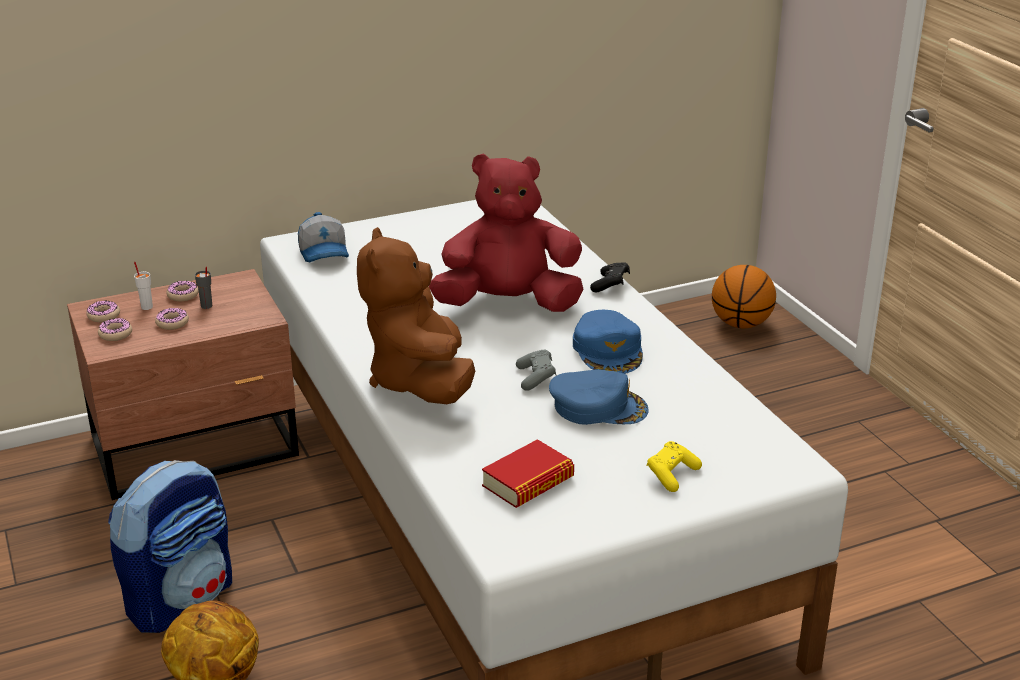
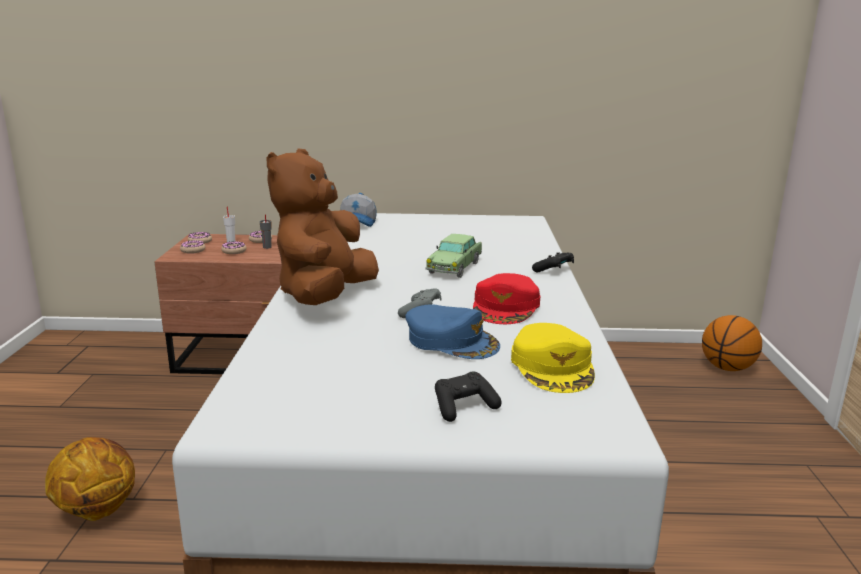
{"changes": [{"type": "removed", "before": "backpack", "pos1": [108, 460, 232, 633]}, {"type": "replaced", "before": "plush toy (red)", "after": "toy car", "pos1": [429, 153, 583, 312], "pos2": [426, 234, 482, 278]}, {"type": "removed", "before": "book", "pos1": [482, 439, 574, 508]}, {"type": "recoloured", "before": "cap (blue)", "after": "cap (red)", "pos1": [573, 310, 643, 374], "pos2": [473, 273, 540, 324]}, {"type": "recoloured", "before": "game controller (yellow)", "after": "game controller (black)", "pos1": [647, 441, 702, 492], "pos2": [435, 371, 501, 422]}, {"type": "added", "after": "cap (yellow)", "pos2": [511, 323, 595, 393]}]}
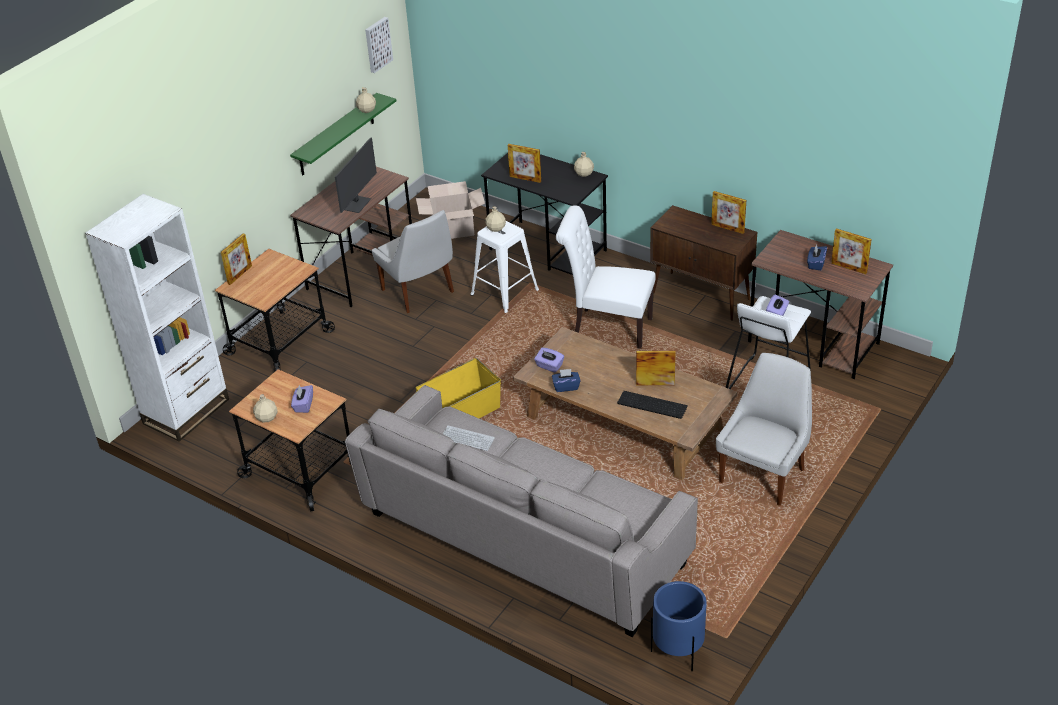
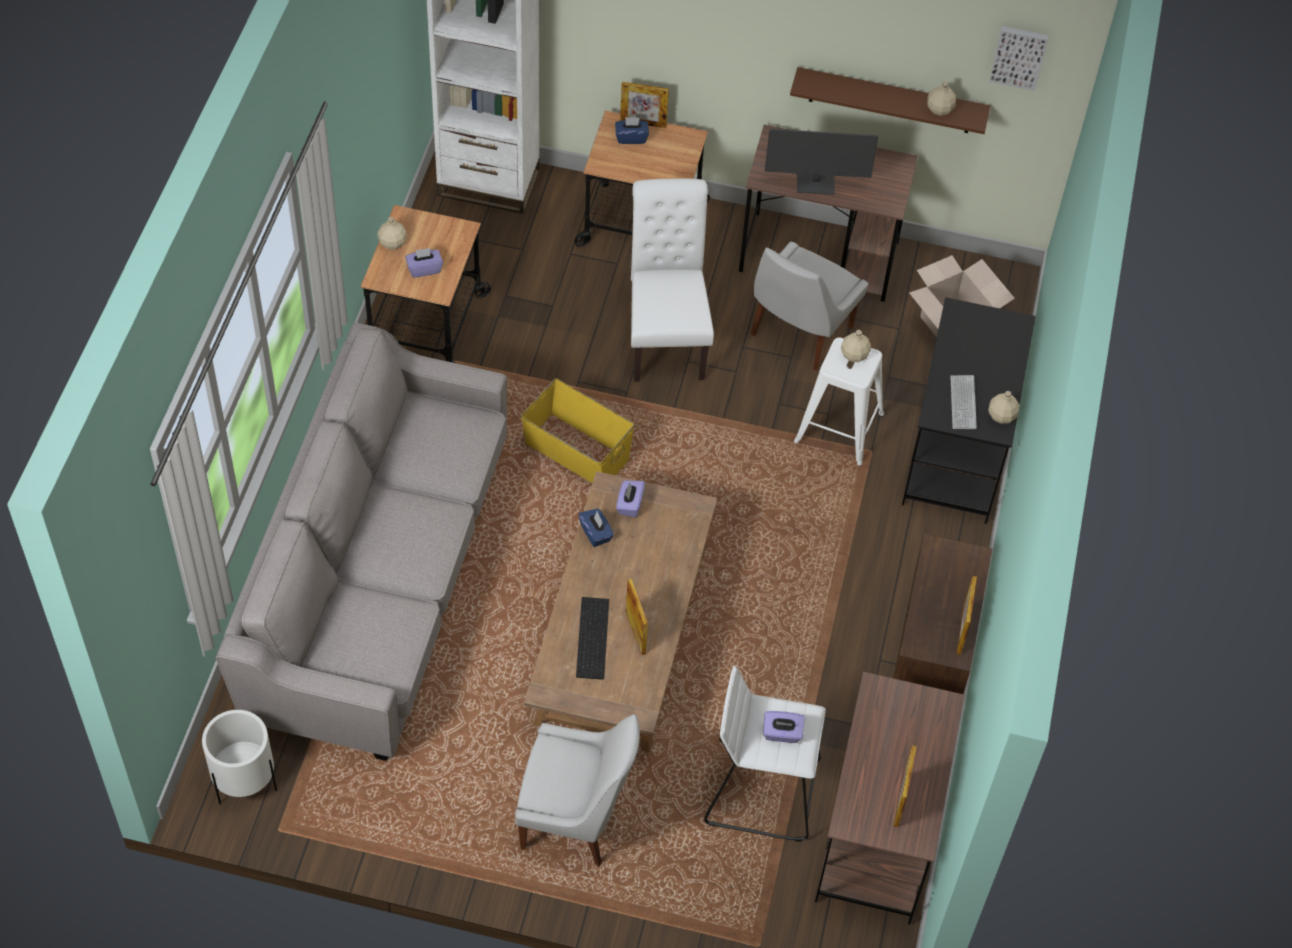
{"changes": [{"type": "recoloured", "before": "shelf (green)", "after": "shelf (brown)", "pos1": [290, 93, 397, 175], "pos2": [790, 67, 990, 134]}, {"type": "moved", "before": "keyboard", "pos1": [443, 425, 495, 451], "pos2": [950, 375, 977, 429]}, {"type": "removed", "before": "picture frame", "pos1": [508, 144, 541, 183]}, {"type": "moved", "before": "chair (white)", "pos1": [556, 205, 656, 349], "pos2": [631, 178, 714, 382]}, {"type": "recoloured", "before": "planter (blue)", "after": "planter (white)", "pos1": [651, 581, 707, 671], "pos2": [202, 710, 277, 805]}, {"type": "moved", "before": "tissue box (blue)", "pos1": [807, 244, 827, 270], "pos2": [615, 117, 649, 144]}]}
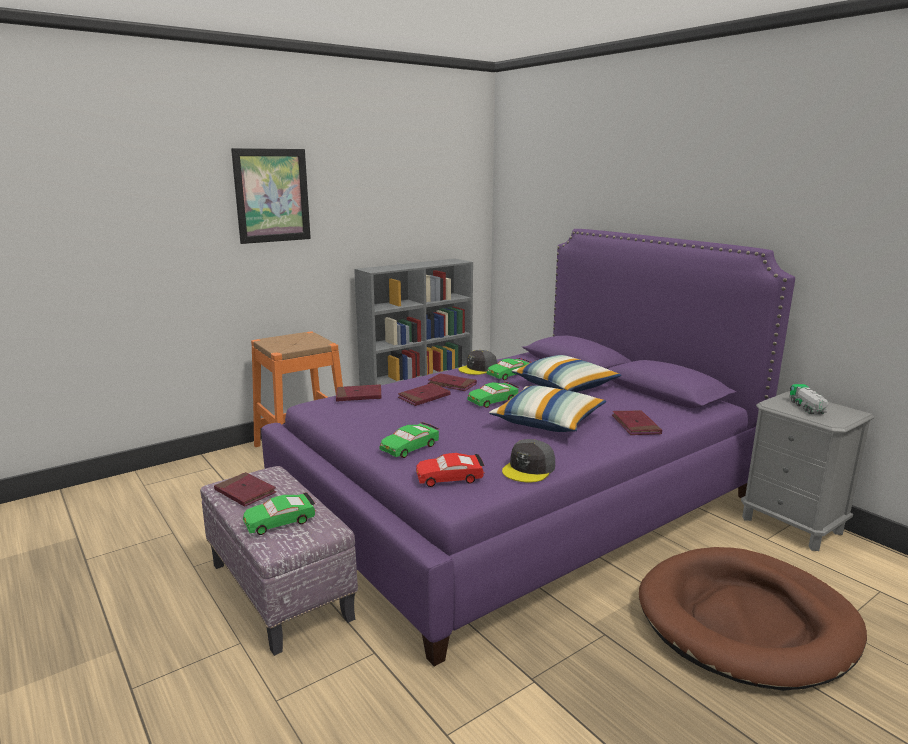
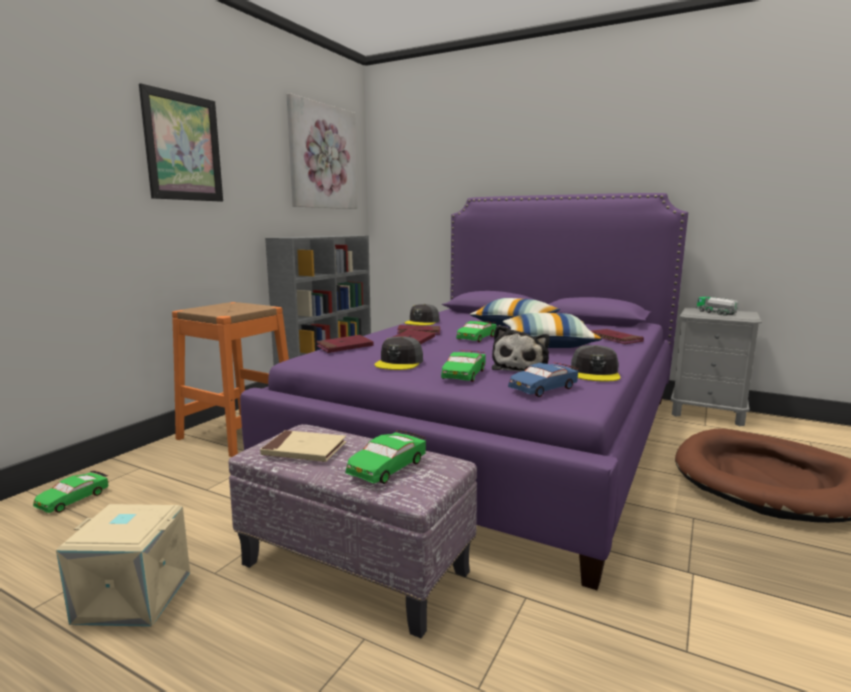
{"changes": [{"type": "recoloured", "before": "book (red)", "after": "book (beige)", "pos1": [214, 472, 277, 507], "pos2": [260, 430, 347, 462]}, {"type": "recoloured", "before": "toy car (red)", "after": "toy car (blue)", "pos1": [416, 453, 485, 487], "pos2": [508, 363, 578, 397]}, {"type": "moved", "before": "toy car (green)", "pos1": [487, 358, 530, 380], "pos2": [33, 471, 108, 513]}, {"type": "added", "after": "storage box (beige)", "pos2": [56, 504, 190, 627]}, {"type": "added", "after": "picture", "pos2": [286, 93, 358, 209]}, {"type": "added", "after": "cap (grey)", "pos2": [374, 336, 423, 370]}, {"type": "added", "after": "plush toy", "pos2": [492, 325, 550, 372]}]}
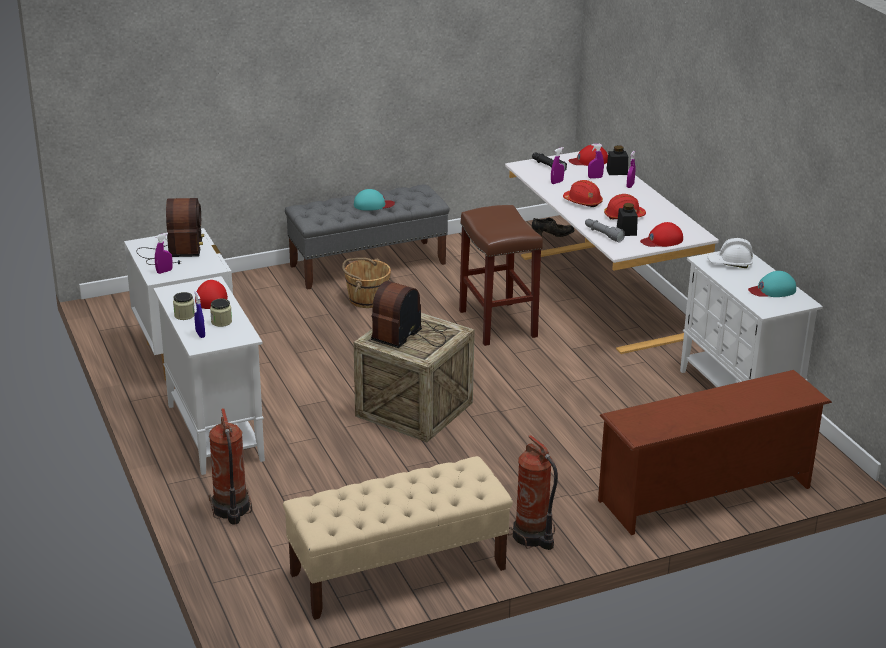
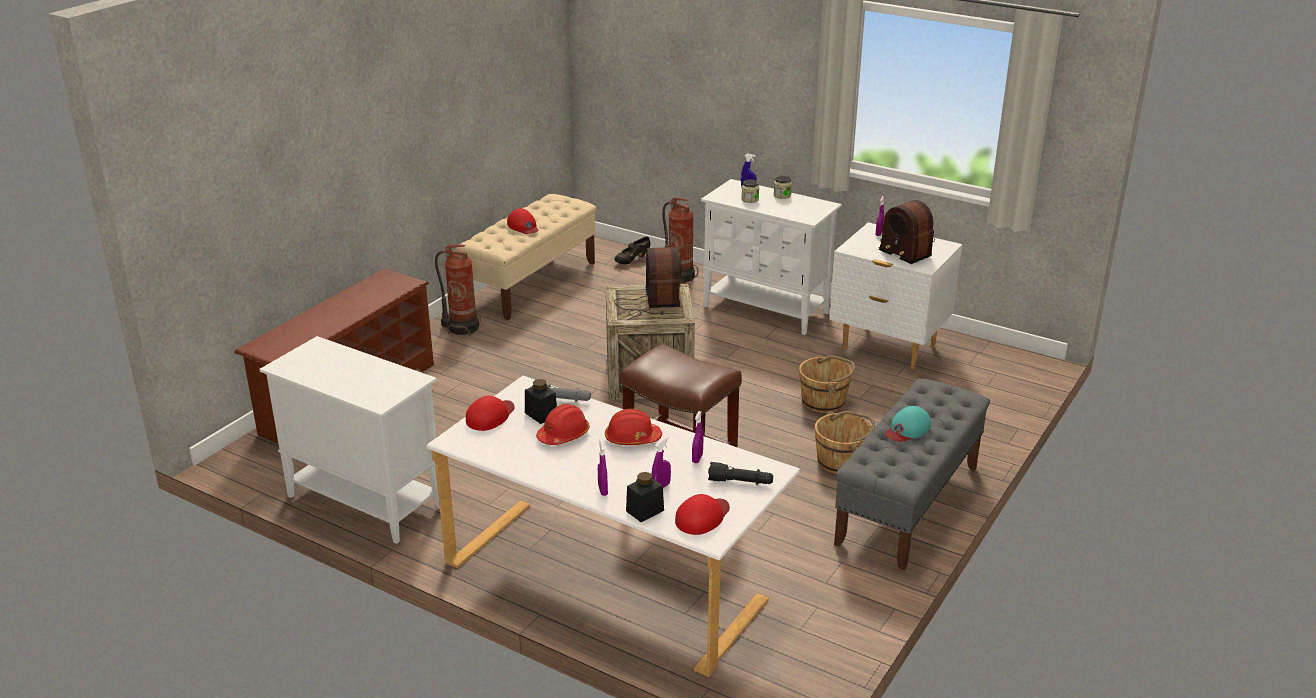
{"changes": [{"type": "moved", "before": "cap (red)", "pos1": [195, 280, 228, 309], "pos2": [507, 208, 539, 234]}, {"type": "moved", "before": "shoe (black)", "pos1": [532, 218, 575, 237], "pos2": [614, 237, 650, 264]}, {"type": "removed", "before": "hard hat (white)", "pos1": [708, 238, 753, 268]}, {"type": "removed", "before": "cap (turquoise)", "pos1": [748, 271, 796, 297]}, {"type": "added", "after": "bucket (brown)", "pos2": [799, 355, 855, 413]}]}
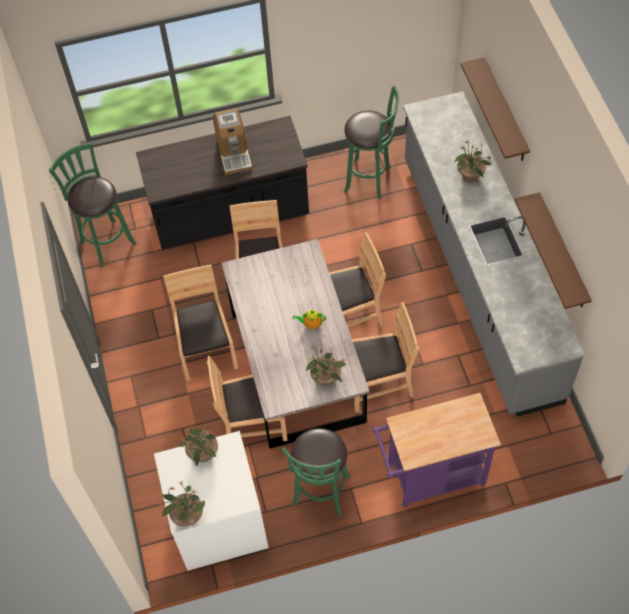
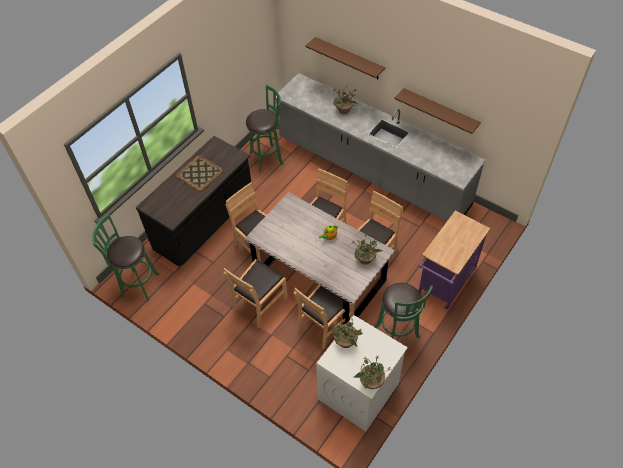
{"changes": [{"type": "turned", "before": "chair (brown)", "pos1": [163, 265, 238, 381], "pos2": [223, 259, 288, 328], "turn": -90}, {"type": "replaced", "before": "coffee machine", "after": "tray", "pos1": [213, 109, 252, 175], "pos2": [176, 155, 223, 191]}]}
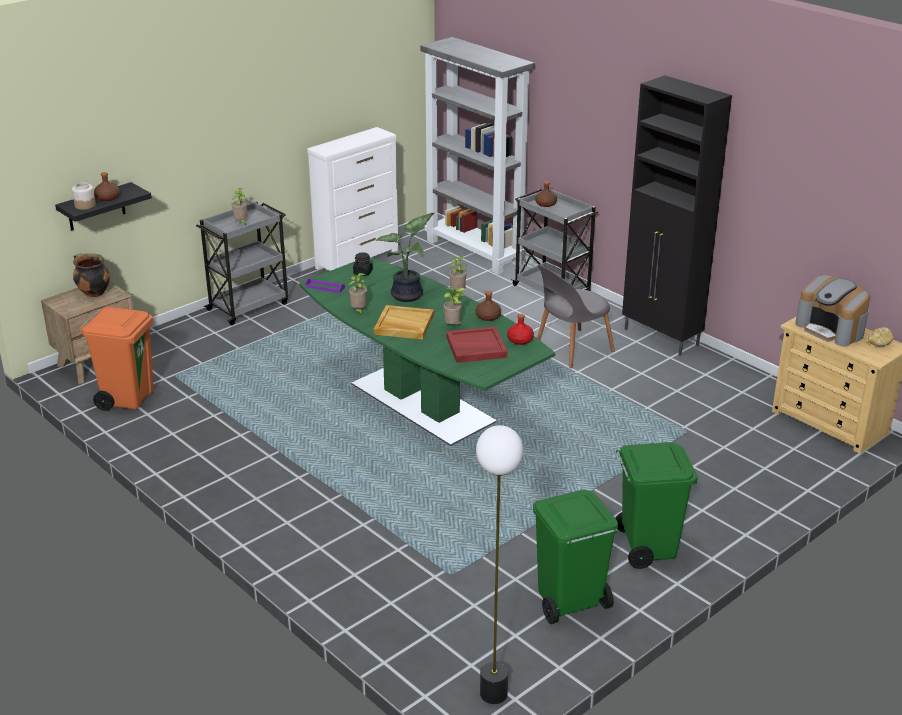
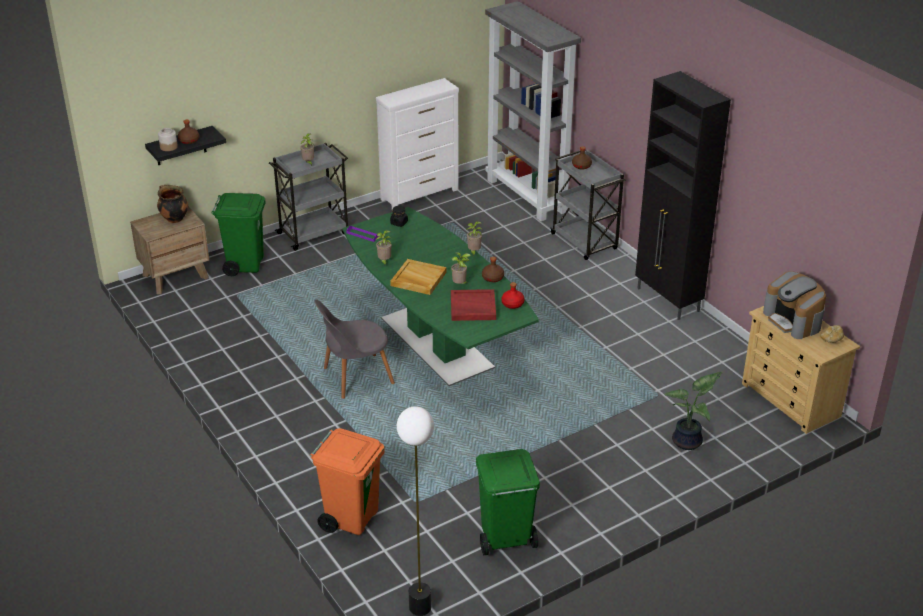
{"changes": [{"type": "moved", "before": "trash can (orange)", "pos1": [79, 307, 154, 411], "pos2": [310, 428, 385, 535]}, {"type": "moved", "before": "potted plant", "pos1": [376, 213, 434, 302], "pos2": [665, 372, 723, 450]}, {"type": "moved", "before": "chair (grey)", "pos1": [537, 265, 615, 368], "pos2": [314, 299, 395, 399]}, {"type": "moved", "before": "trash can (green)", "pos1": [616, 442, 698, 569], "pos2": [211, 193, 265, 276]}]}
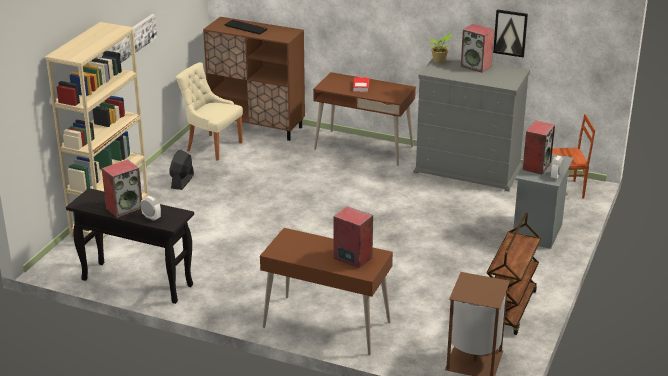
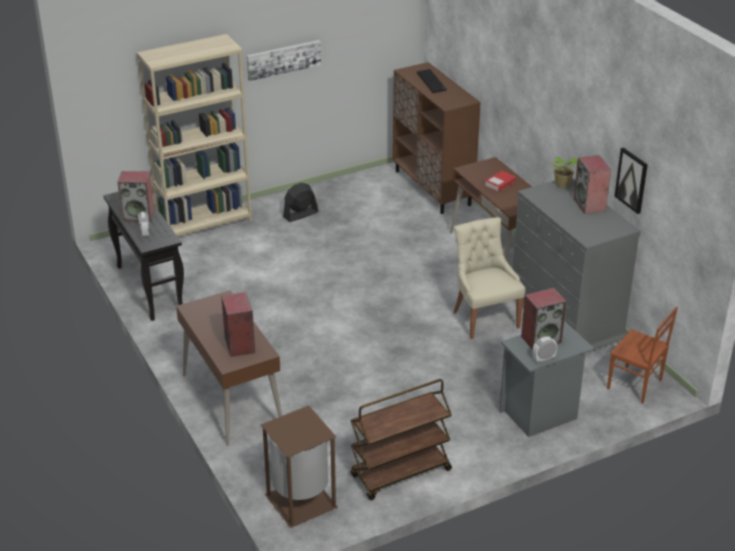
{"changes": [{"type": "moved", "before": "chair (beige)", "pos1": [176, 62, 243, 161], "pos2": [453, 217, 525, 339]}]}
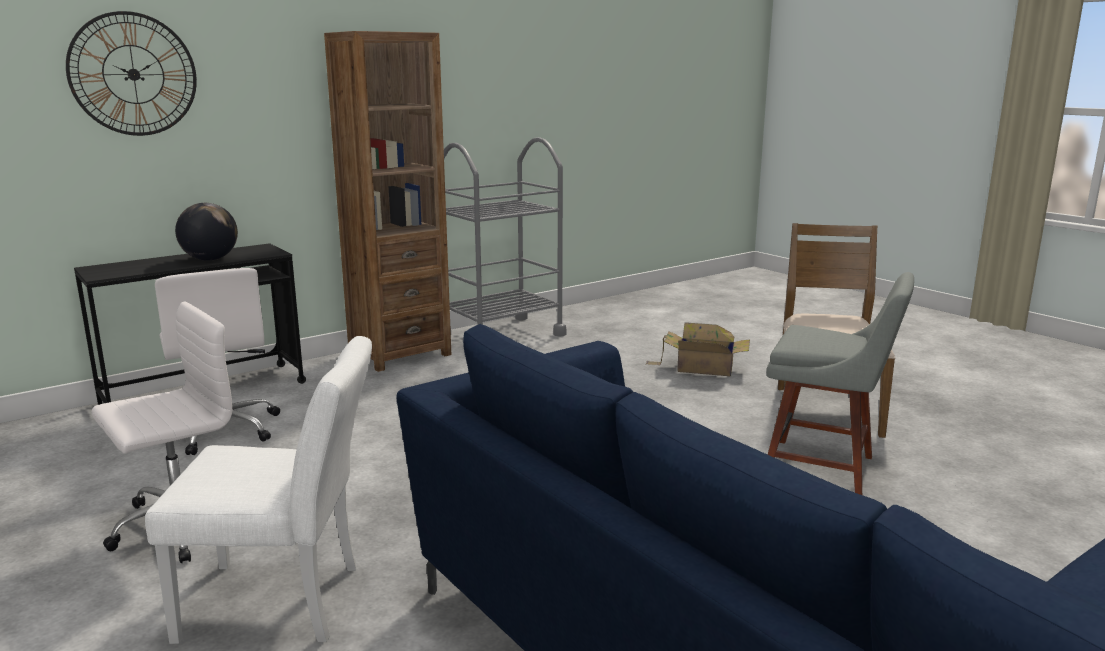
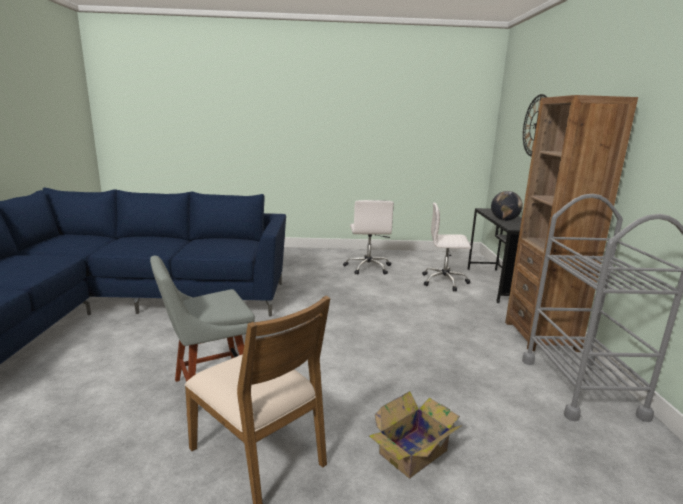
{"changes": [{"type": "removed", "before": "chair (white)", "pos1": [145, 336, 372, 644]}]}
